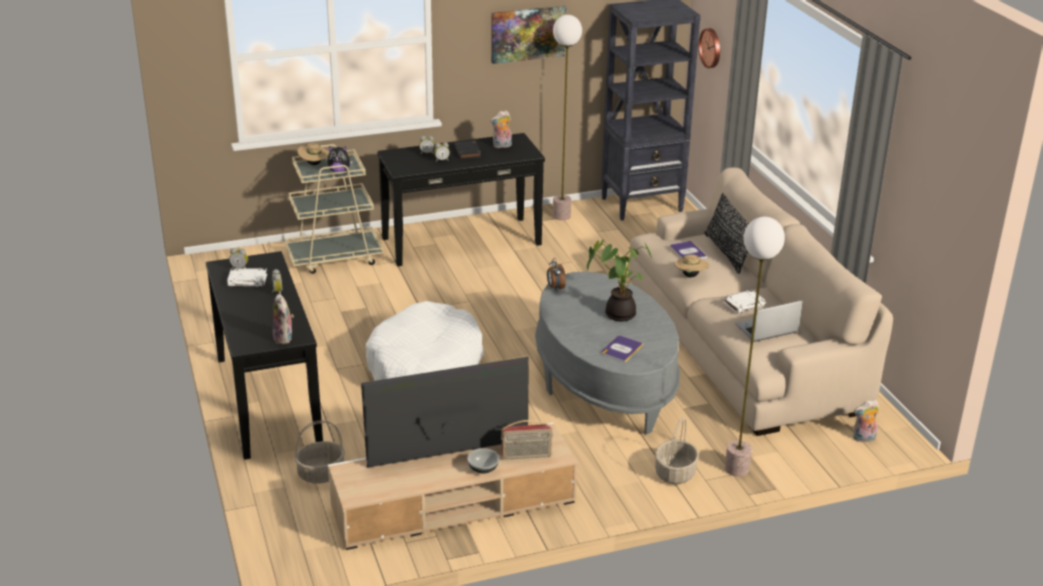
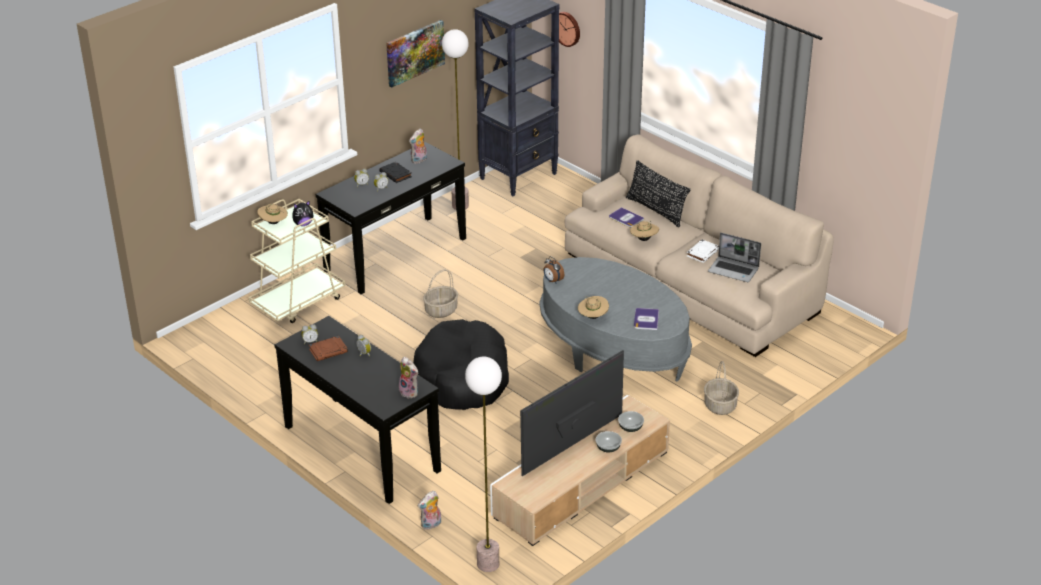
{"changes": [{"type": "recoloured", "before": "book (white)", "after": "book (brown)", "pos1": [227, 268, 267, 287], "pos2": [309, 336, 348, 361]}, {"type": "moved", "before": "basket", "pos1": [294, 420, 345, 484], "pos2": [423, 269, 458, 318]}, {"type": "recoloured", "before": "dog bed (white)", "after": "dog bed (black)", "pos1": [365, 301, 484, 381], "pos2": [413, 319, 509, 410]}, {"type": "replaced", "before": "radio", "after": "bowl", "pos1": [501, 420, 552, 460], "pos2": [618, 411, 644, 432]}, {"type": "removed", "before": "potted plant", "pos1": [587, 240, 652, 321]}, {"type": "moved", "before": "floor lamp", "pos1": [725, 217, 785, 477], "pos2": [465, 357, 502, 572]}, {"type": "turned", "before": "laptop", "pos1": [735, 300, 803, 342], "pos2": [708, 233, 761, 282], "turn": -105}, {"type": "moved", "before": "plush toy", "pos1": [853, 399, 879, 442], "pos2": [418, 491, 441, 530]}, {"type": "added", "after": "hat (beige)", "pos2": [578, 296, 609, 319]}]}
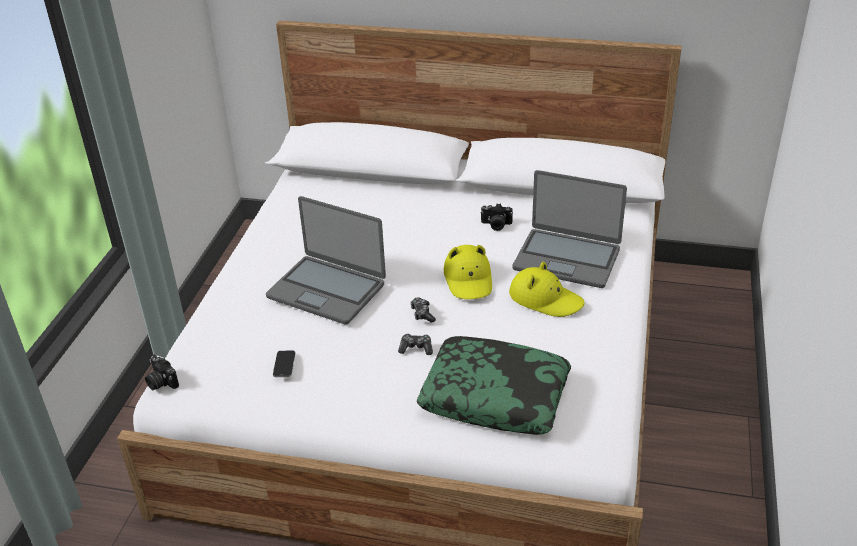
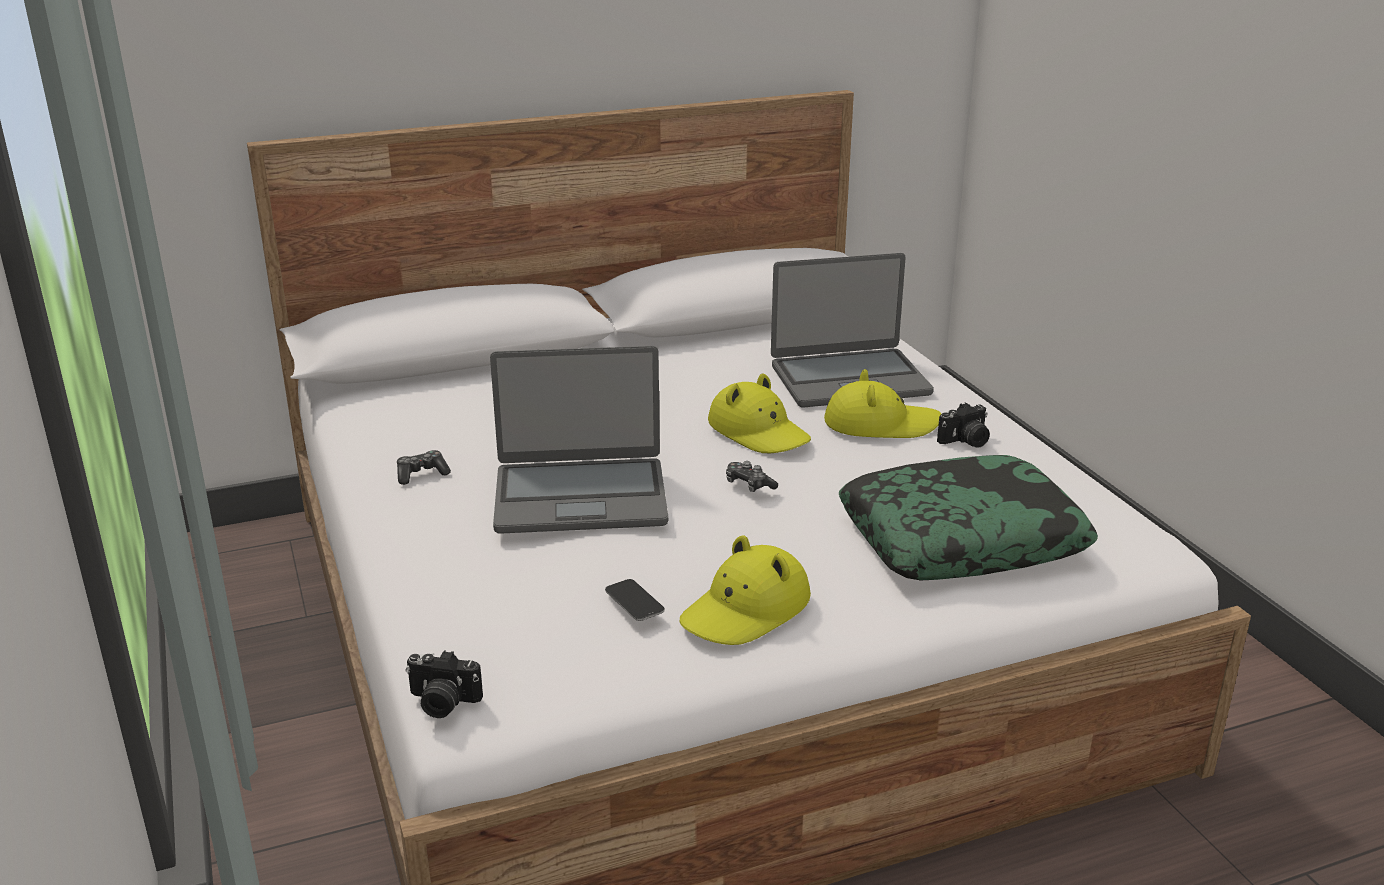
{"changes": [{"type": "moved", "before": "game controller", "pos1": [398, 334, 433, 355], "pos2": [397, 450, 451, 485]}, {"type": "moved", "before": "photo camera", "pos1": [481, 203, 513, 231], "pos2": [937, 403, 990, 448]}, {"type": "added", "after": "hat (yellow)", "pos2": [679, 535, 811, 645]}]}
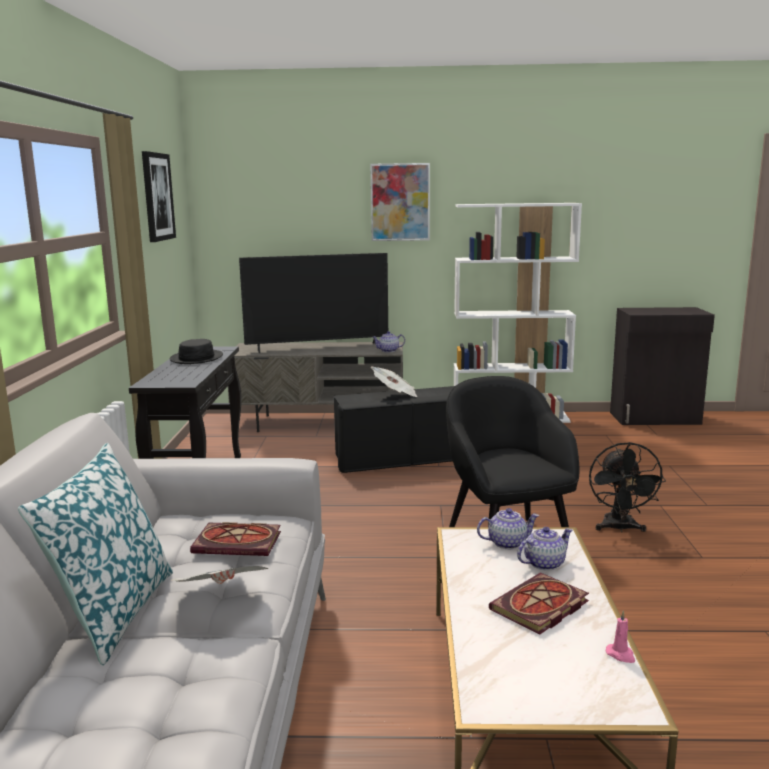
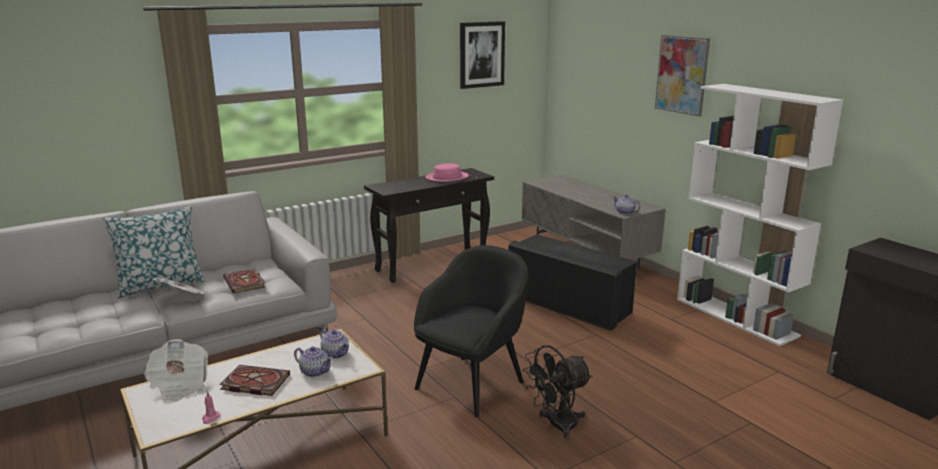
{"changes": [{"type": "recoloured", "before": "hat (black)", "after": "hat (pink)", "pos1": [170, 339, 223, 364], "pos2": [426, 163, 469, 182]}, {"type": "removed", "before": "television", "pos1": [239, 253, 388, 353]}, {"type": "moved", "before": "newspaper", "pos1": [371, 367, 417, 397], "pos2": [144, 339, 208, 404]}]}
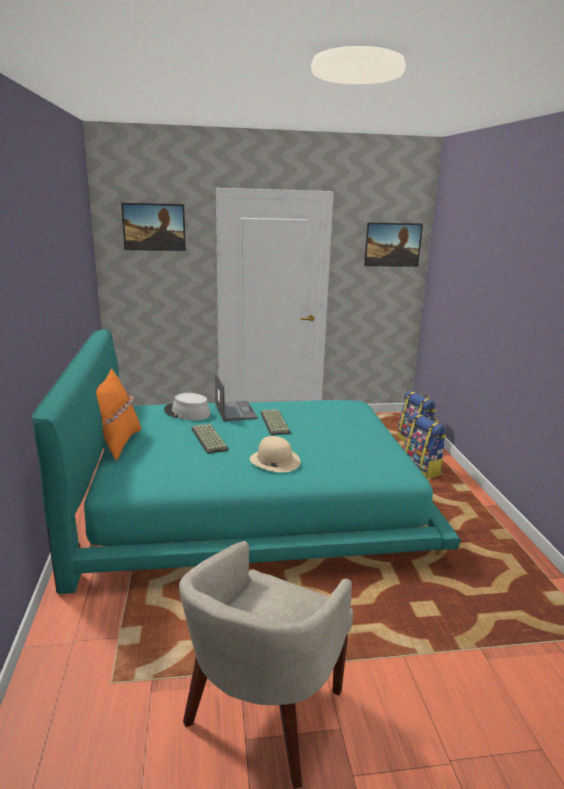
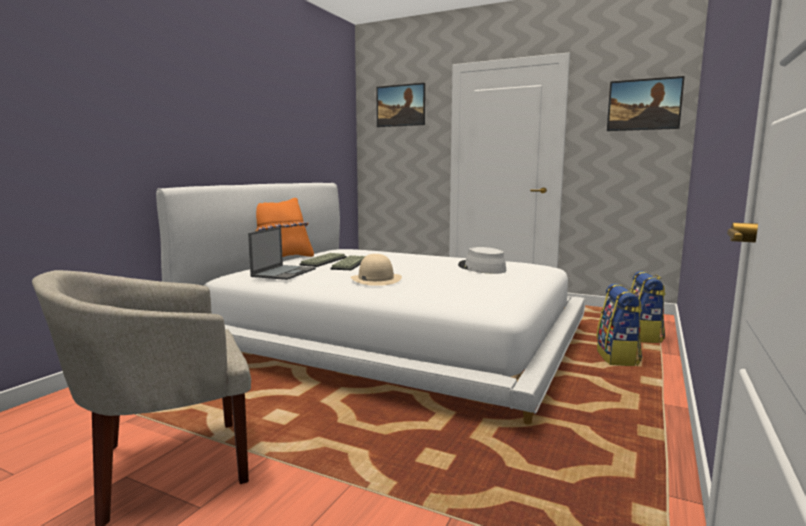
{"changes": [{"type": "recoloured", "before": "bed (turquoise)", "after": "bed (white)", "pos1": [32, 329, 461, 594], "pos2": [156, 183, 586, 425]}, {"type": "moved", "before": "hat (grey)", "pos1": [164, 393, 211, 420], "pos2": [458, 247, 506, 274]}, {"type": "moved", "before": "laptop", "pos1": [215, 372, 258, 422], "pos2": [248, 227, 316, 280]}, {"type": "moved", "before": "keyboard", "pos1": [260, 409, 291, 435], "pos2": [299, 253, 347, 267]}]}
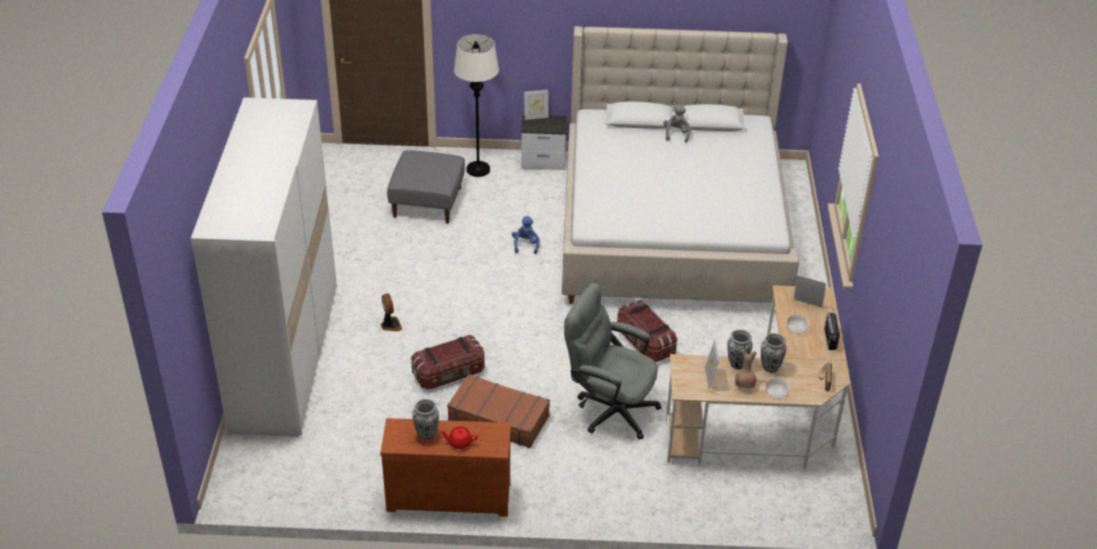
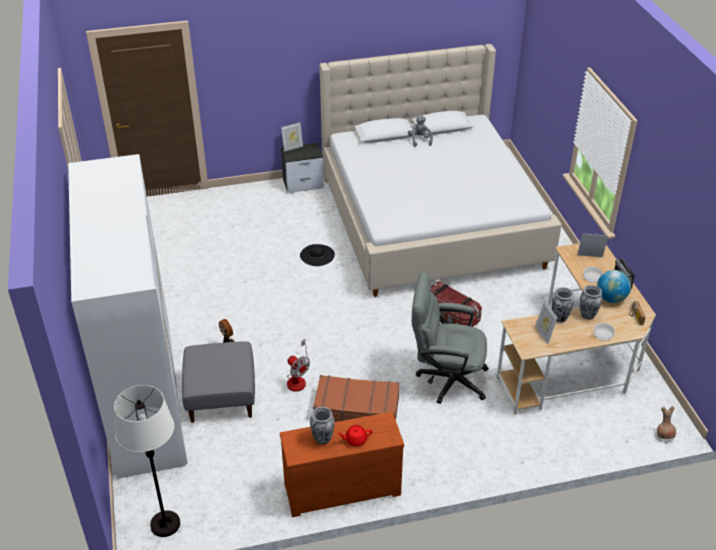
{"changes": [{"type": "moved", "before": "ottoman (grey)", "pos1": [387, 150, 465, 224], "pos2": [182, 342, 255, 423]}, {"type": "replaced", "before": "storage box", "after": "fan", "pos1": [411, 335, 485, 390], "pos2": [287, 339, 310, 392]}, {"type": "moved", "before": "floor lamp (white)", "pos1": [454, 34, 499, 177], "pos2": [114, 385, 180, 537]}, {"type": "replaced", "before": "plush toy (blue)", "after": "hat (black)", "pos1": [512, 216, 540, 254], "pos2": [300, 244, 335, 266]}, {"type": "moved", "before": "vase (brown)", "pos1": [735, 349, 757, 389], "pos2": [657, 406, 676, 440]}, {"type": "added", "after": "globe", "pos2": [597, 270, 631, 303]}]}
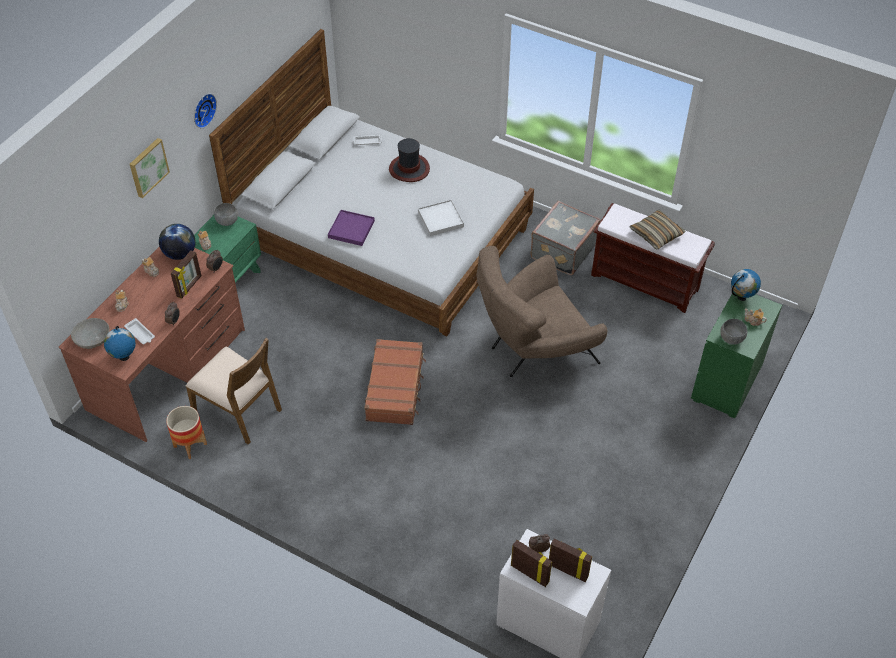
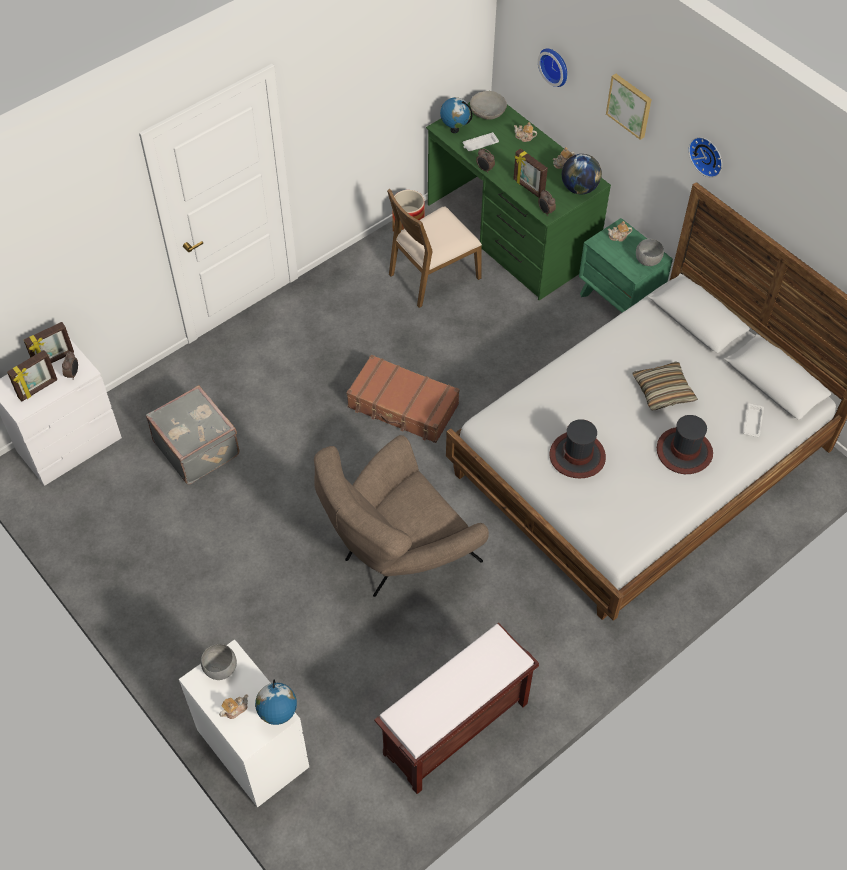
{"changes": [{"type": "recoloured", "before": "desk (brown)", "after": "desk (green)", "pos1": [59, 247, 245, 442], "pos2": [426, 102, 611, 300]}, {"type": "removed", "before": "tray (purple)", "pos1": [328, 210, 375, 246]}, {"type": "replaced", "before": "tray (white)", "after": "hat", "pos1": [418, 200, 464, 236], "pos2": [549, 419, 606, 478]}, {"type": "turned", "before": "armchair (brown)", "pos1": [477, 246, 607, 377], "pos2": [314, 435, 489, 597], "turn": -120}, {"type": "moved", "before": "suitcase (grey)", "pos1": [530, 201, 600, 275], "pos2": [146, 385, 239, 484]}, {"type": "moved", "before": "pillow", "pos1": [629, 210, 686, 250], "pos2": [633, 362, 698, 410]}, {"type": "recoloured", "before": "dresser (green)", "after": "dresser (white)", "pos1": [691, 292, 782, 419], "pos2": [179, 639, 309, 808]}, {"type": "added", "after": "wall clock", "pos2": [538, 48, 567, 87]}]}
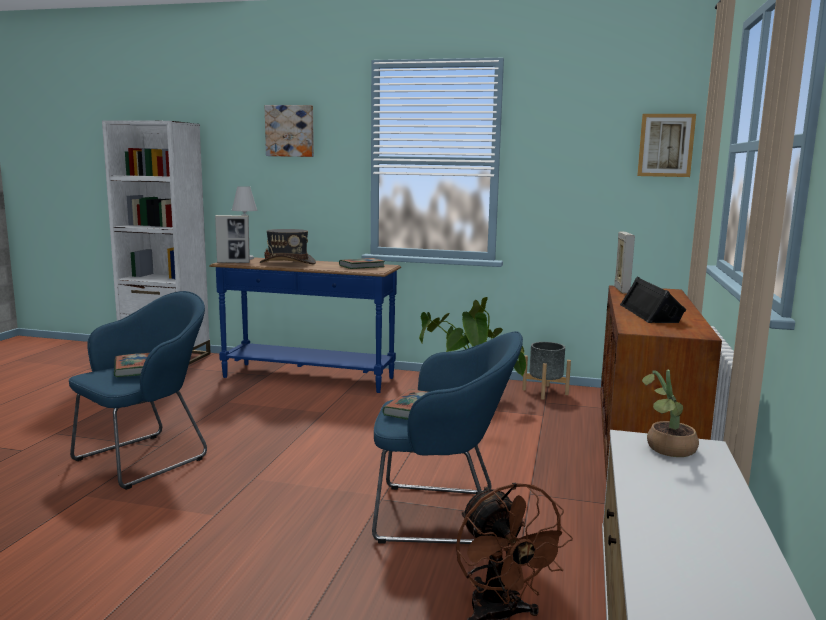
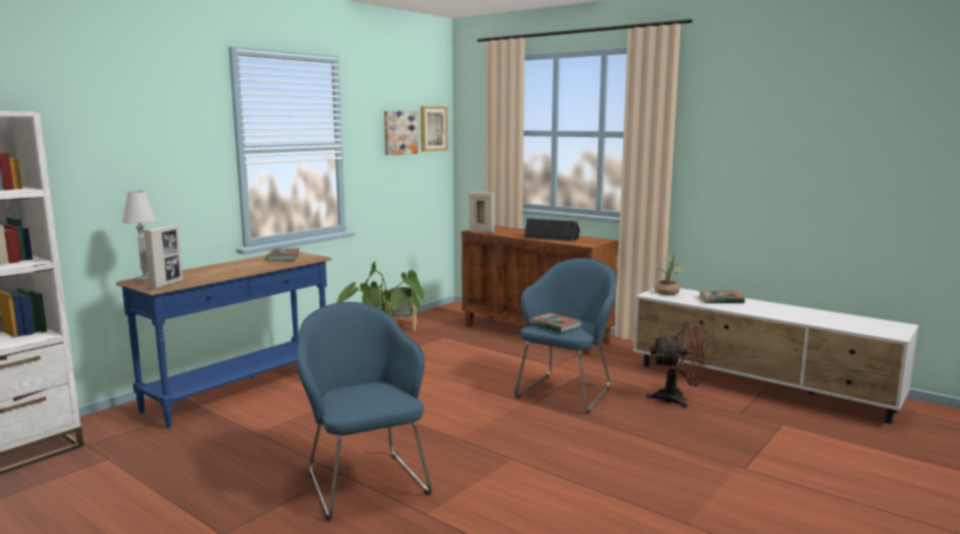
{"changes": [{"type": "moved", "before": "book", "pos1": [114, 353, 149, 377], "pos2": [698, 291, 745, 303]}, {"type": "removed", "before": "hat (grey)", "pos1": [260, 229, 316, 264]}, {"type": "moved", "before": "picture", "pos1": [265, 105, 314, 157], "pos2": [384, 111, 418, 155]}]}
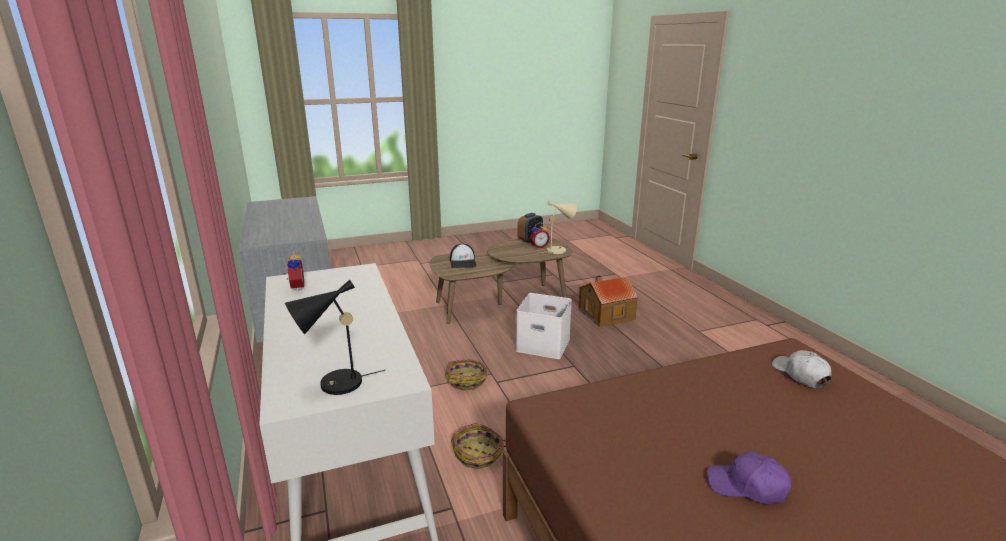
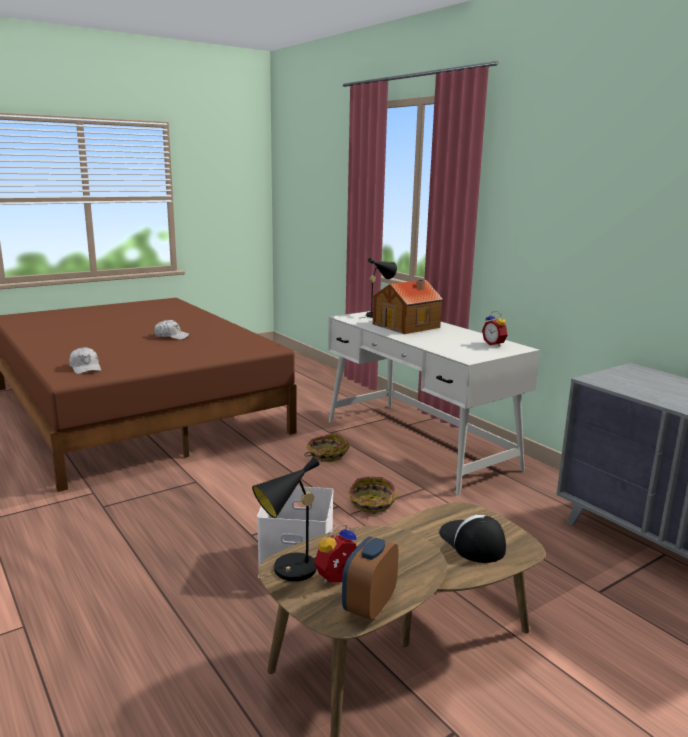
{"changes": [{"type": "recoloured", "before": "table lamp (beige)", "after": "table lamp (black)", "pos1": [539, 201, 577, 254], "pos2": [252, 457, 319, 581]}, {"type": "moved", "before": "toy house", "pos1": [578, 275, 638, 327], "pos2": [373, 280, 443, 334]}, {"type": "recoloured", "before": "cap (purple)", "after": "cap (white)", "pos1": [707, 452, 791, 504], "pos2": [154, 320, 190, 340]}]}
